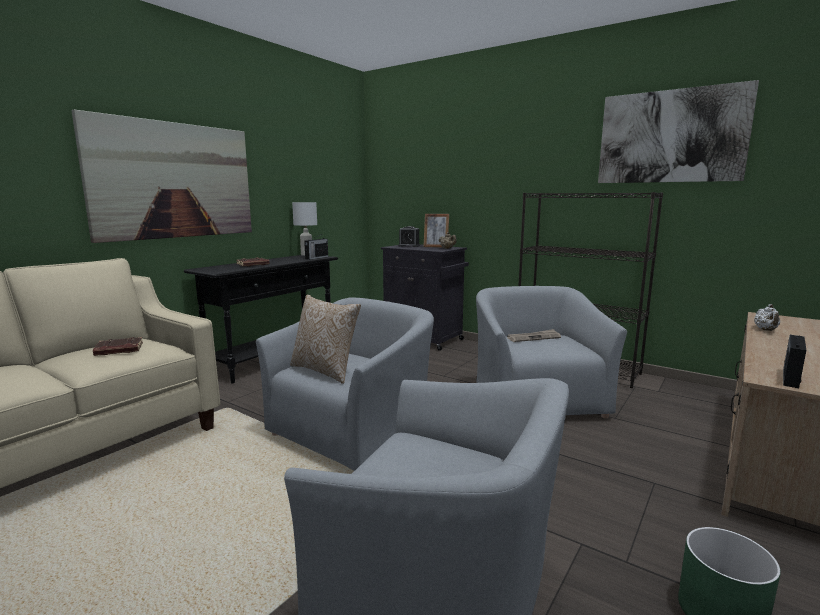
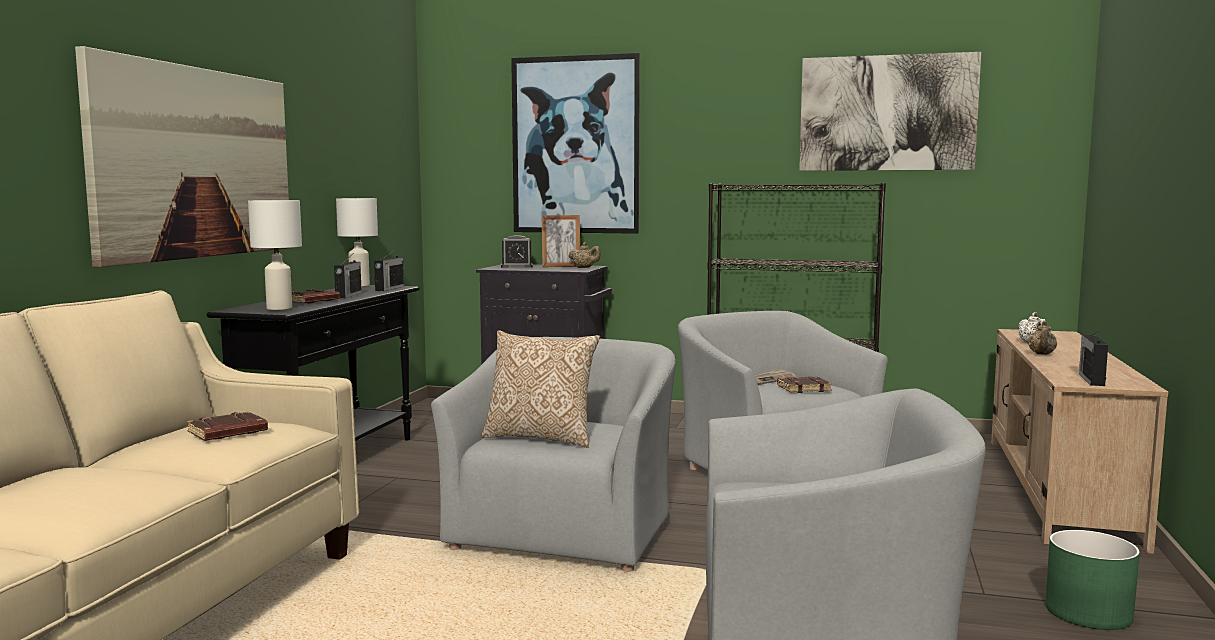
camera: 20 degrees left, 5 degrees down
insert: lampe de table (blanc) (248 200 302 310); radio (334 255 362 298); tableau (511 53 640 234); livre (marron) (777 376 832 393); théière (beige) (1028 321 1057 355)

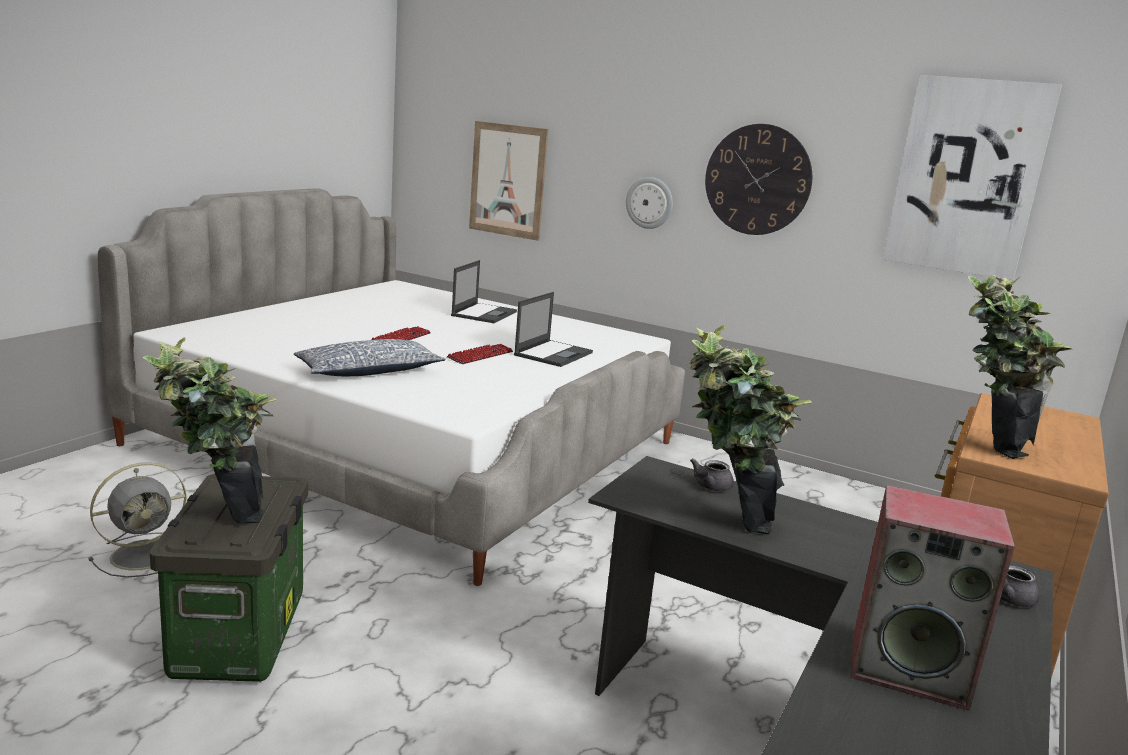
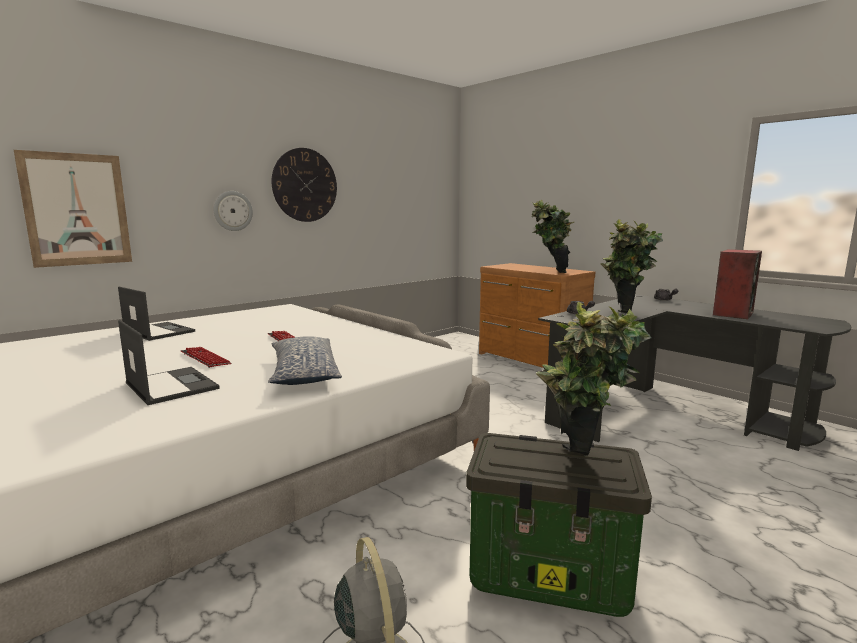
camera: 70 degrees left, 5 degrees down
delete: tableau (882 75 1062 280)
move: ordinateur portable (514 292 593 367) to (118 320 219 405)

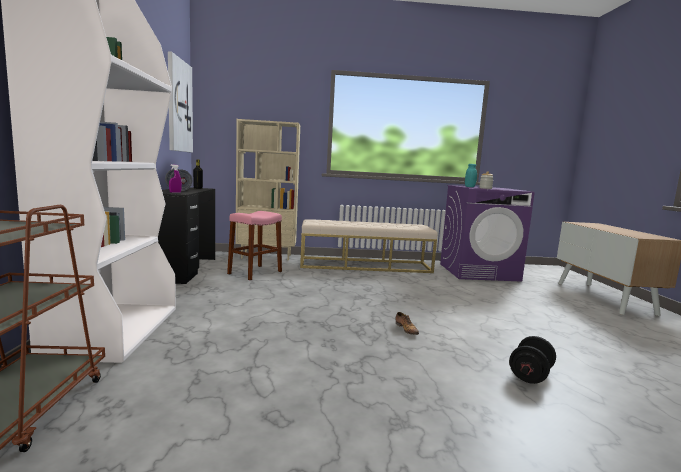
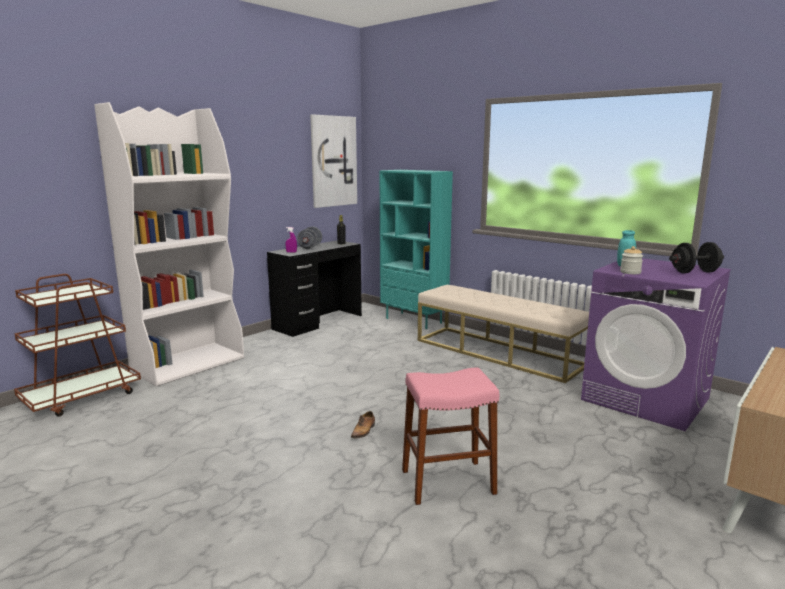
camera: 45 degrees right, 5 degrees up
move: tabouret (rose) (227 211 282 280) to (402 367 499 505); haltère (noir) (509 336 556 384) to (669 242 724 273)
recolor: bibliothèque (beige) (235 119 300 260) to bibliothèque (turquoise) (379 170 453 329)

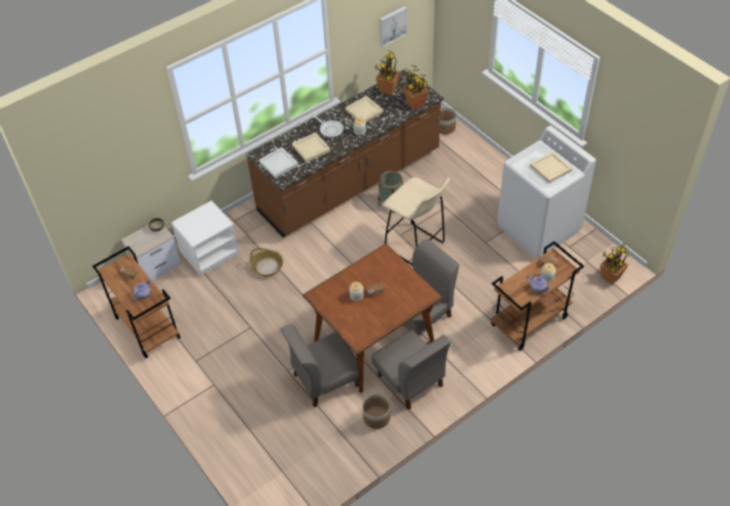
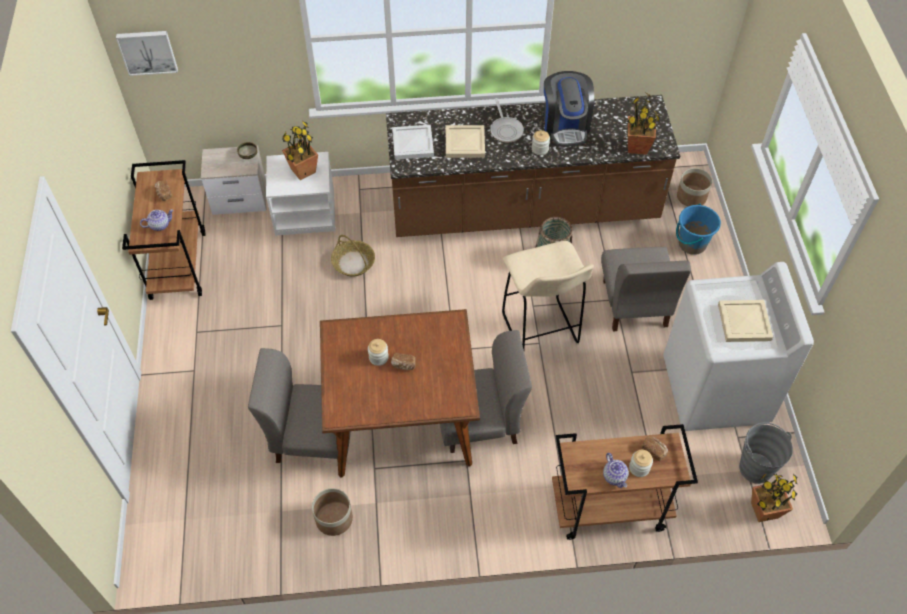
camera: 30 degrees right, 5 degrees up
insert: seau (bleu) (676 204 721 255); seau (gris) (739 422 793 484)
move: chaise (gris) (371 329 450 410) to (601 247 691 331); plante en pot (375 50 400 95) to (282 120 318 180); tableau (379 6 407 47) to (116 31 178 76)
replace: plateau (beige) (345 96 383 122) to machine à café (544 71 594 147)

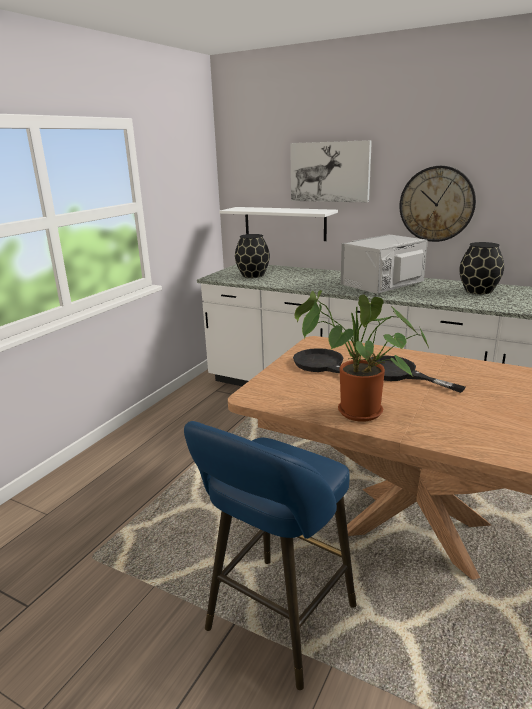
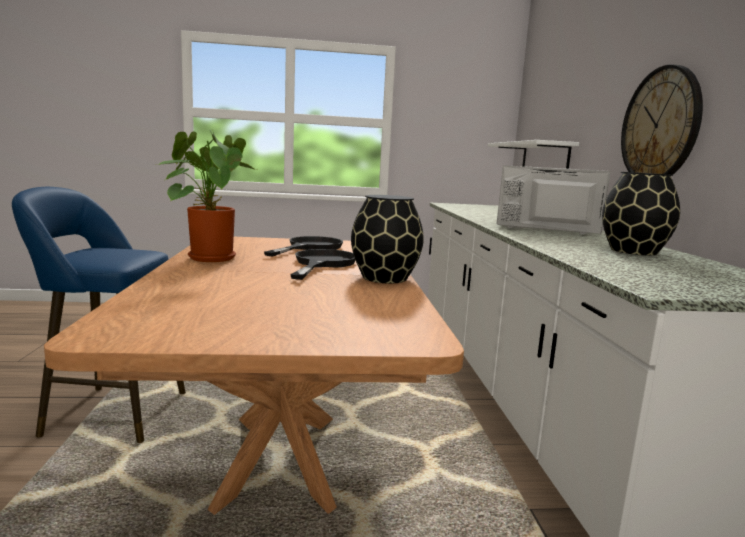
camera: 55 degrees right, 10 degrees down
delete: tableau (290 140 372 202)
move: vase (noir) (235 234 270 278) to (351 195 424 284)

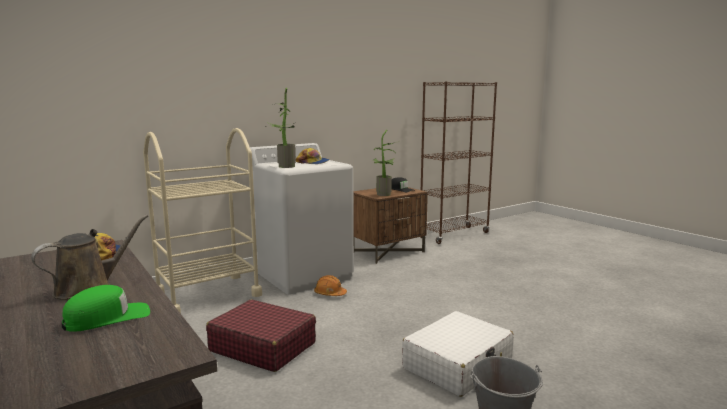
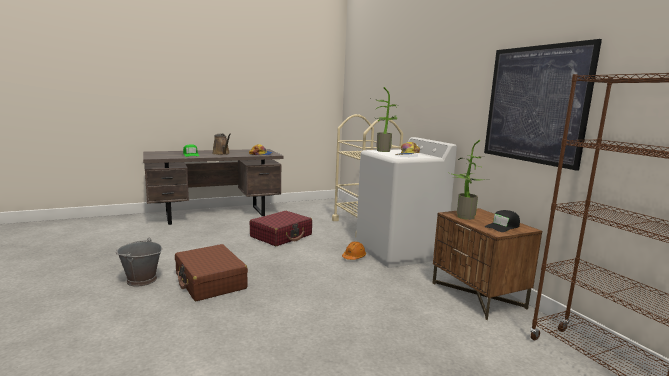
camera: 100 degrees right, 0 degrees up
insert: tableau (484 39 602 171)
recolor: valise (blanc) (402 311 514 397) to valise (marron) (175 244 248 301)

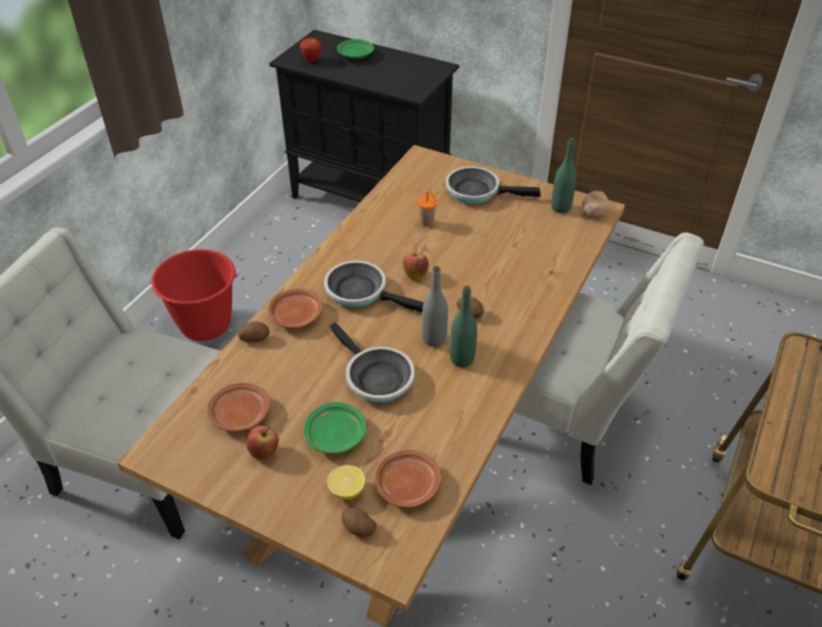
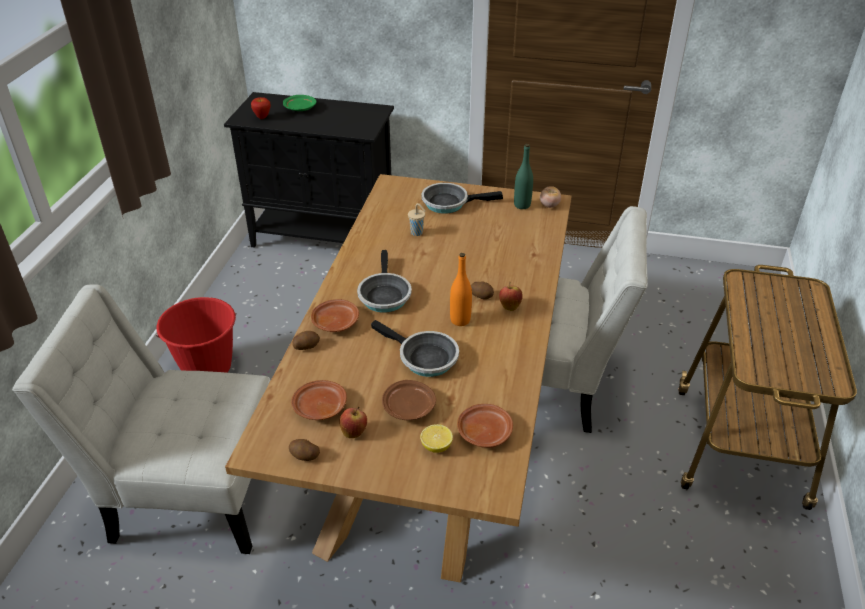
camera: 15 degrees left, 5 degrees down
delete: bouteille (vert) (450 286 477 367)
move: pomme de terre (342 508 376 537) to (289 439 320 461); pomme (403 248 429 280) to (499 282 523 311)
recolor: assiette (vert) (304 402 366 454) to assiette (marron) (382 380 436 420); tasse (orange) (417 190 437 227) to tasse (beige) (408 203 426 236); bouteille (gris) (422 266 448 347) to bouteille (orange) (450 253 472 326)
rotate: poêle (324 260 424 312) = (357 250 412 313) 105 degrees counterclockwise

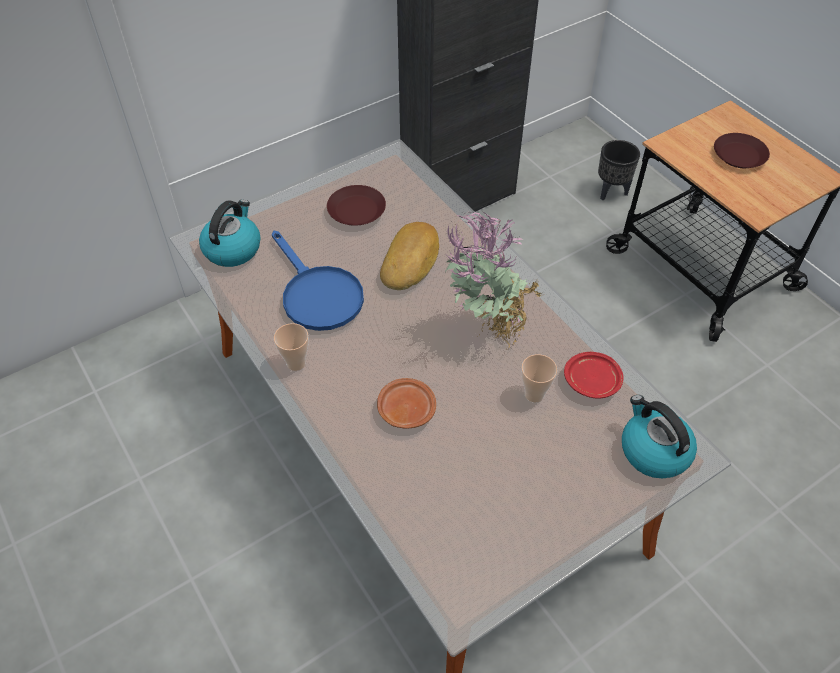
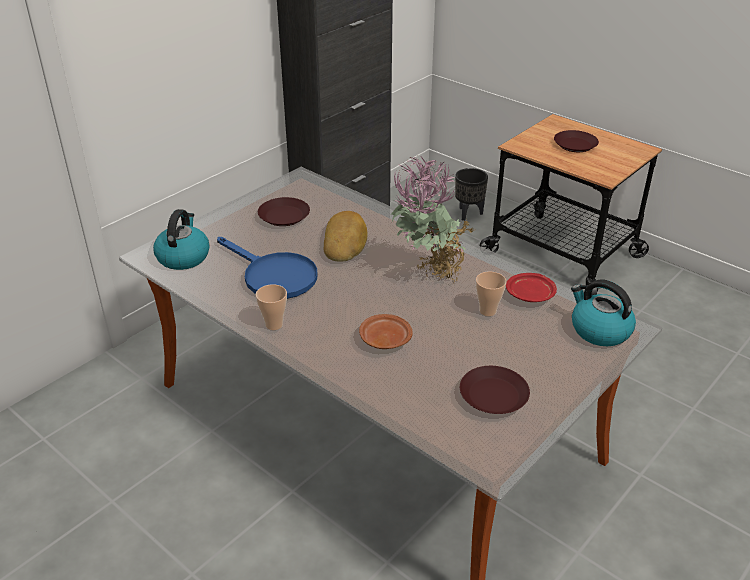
camera: 15 degrees left, 15 degrees down
insert: assiette (marron) (460 366 530 414)

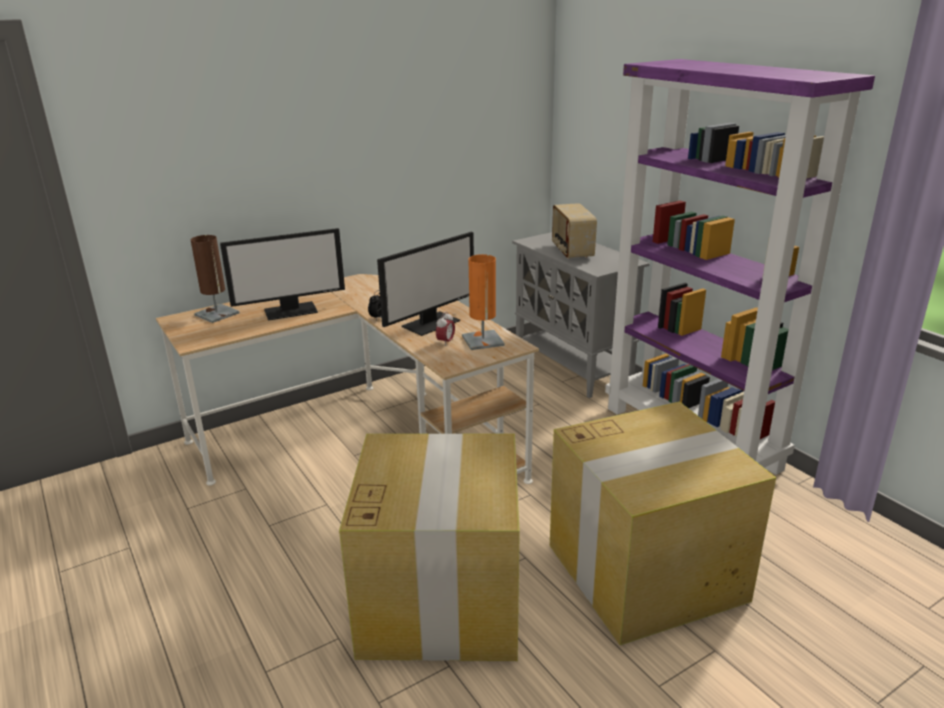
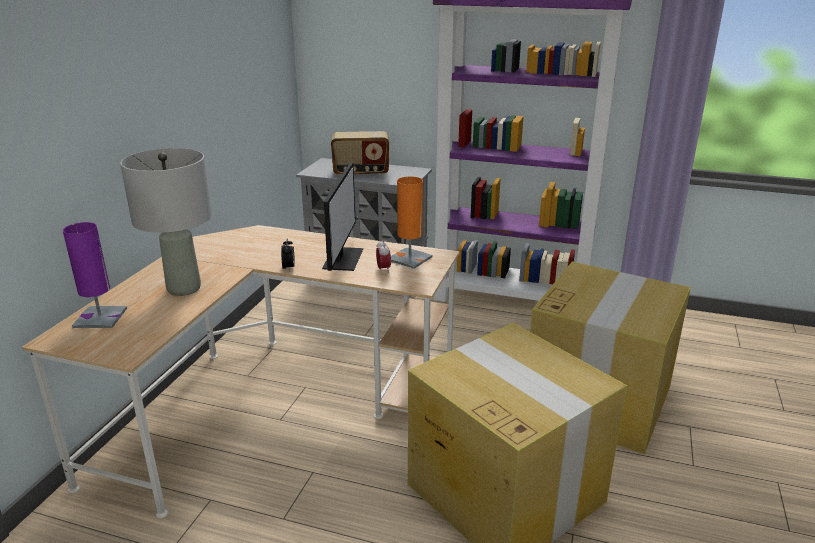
camera: 40 degrees left, 0 degrees up
replace: écran d'ordinateur (220 228 345 321) to lampe de table (gris) (120 148 212 296)
recolor: lampe de table (marron) (191 235 240 323) to lampe de table (violet) (63 222 127 328)
rotate: radio (552 203 597 259) = (331 131 389 175) 45 degrees counterclockwise

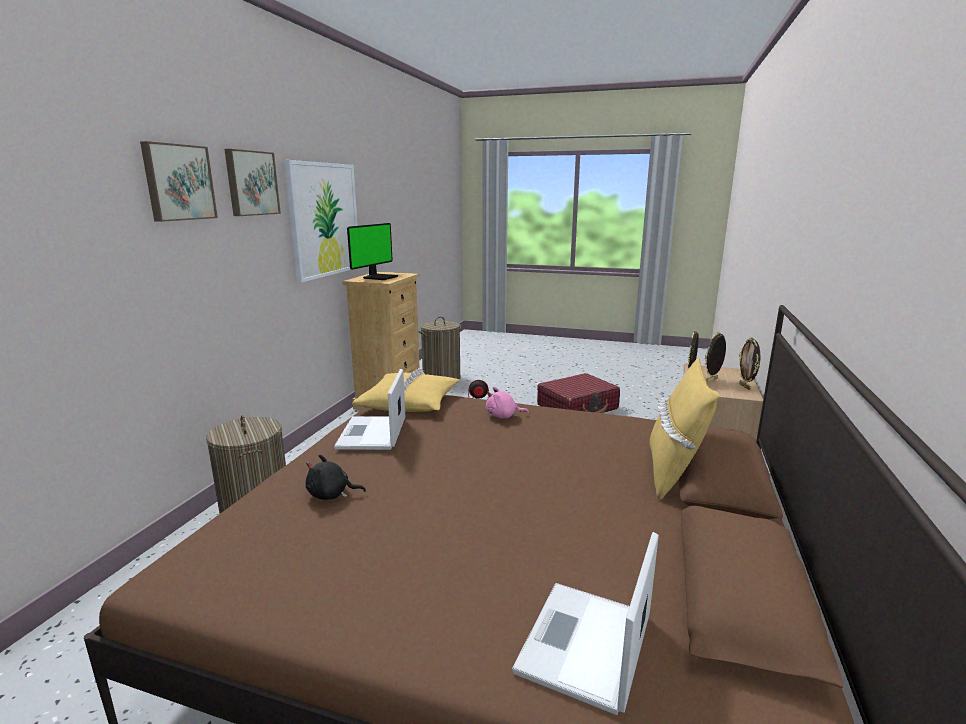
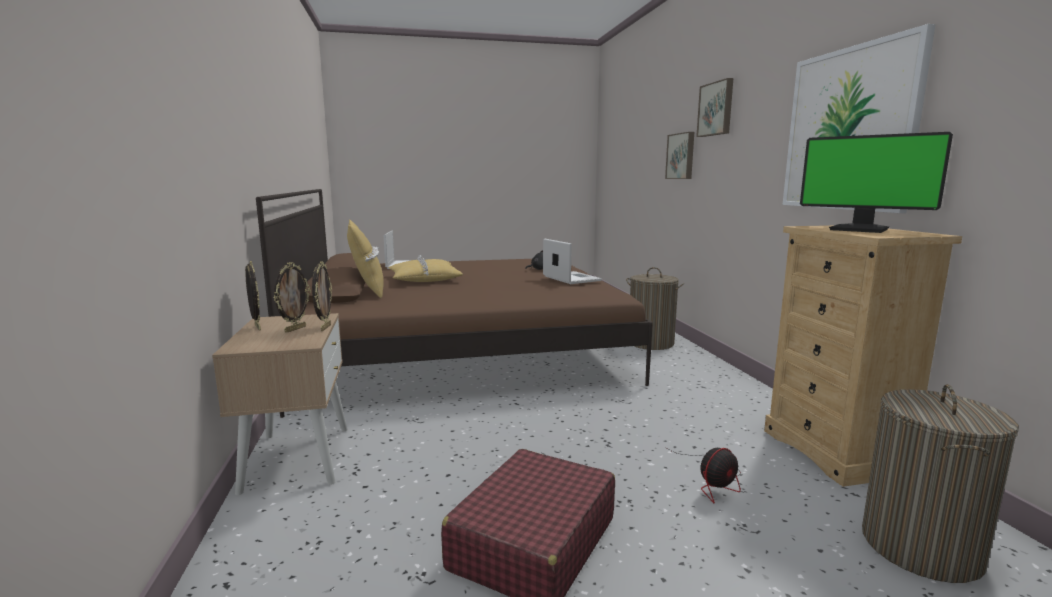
camera: 150 degrees right, 5 degrees down
delete: peluche (rose) (486 387 529 418)
move: tableau (224 149 281 216) to (665 132 694 179); coussin (jaune) (352 368 460 412) to (388 255 463 282)
rotate: écran d'ordinateur (347 223 398 280) = (800 132 953 233) 45 degrees counterclockwise

